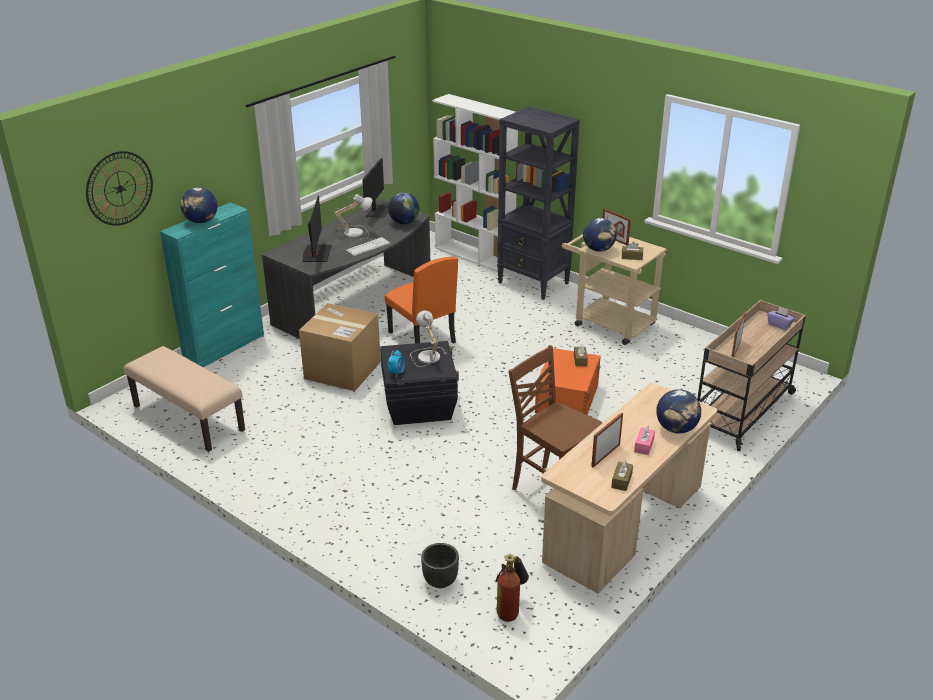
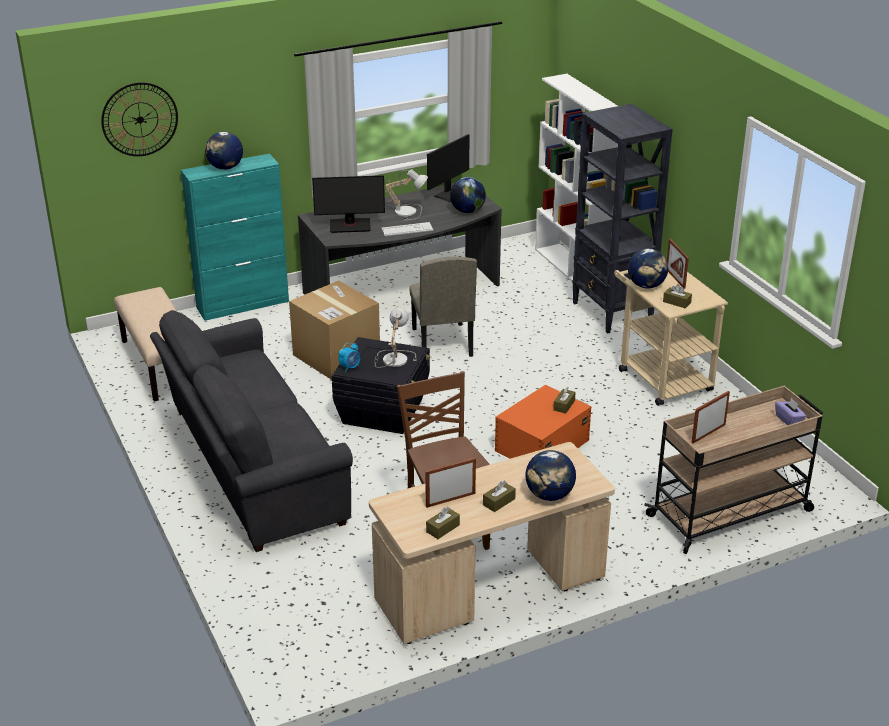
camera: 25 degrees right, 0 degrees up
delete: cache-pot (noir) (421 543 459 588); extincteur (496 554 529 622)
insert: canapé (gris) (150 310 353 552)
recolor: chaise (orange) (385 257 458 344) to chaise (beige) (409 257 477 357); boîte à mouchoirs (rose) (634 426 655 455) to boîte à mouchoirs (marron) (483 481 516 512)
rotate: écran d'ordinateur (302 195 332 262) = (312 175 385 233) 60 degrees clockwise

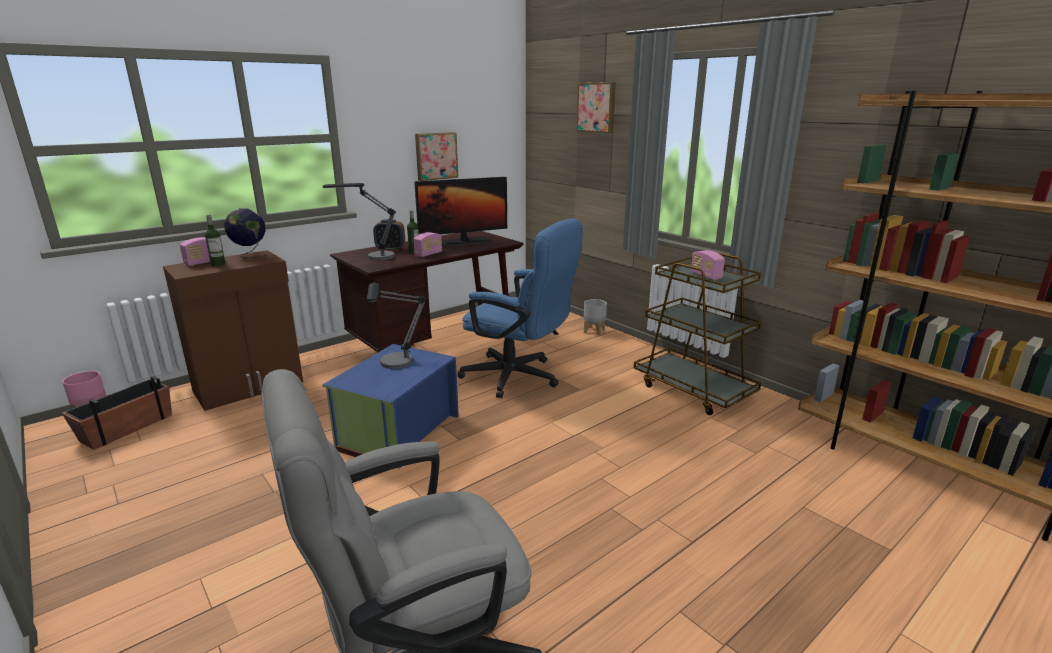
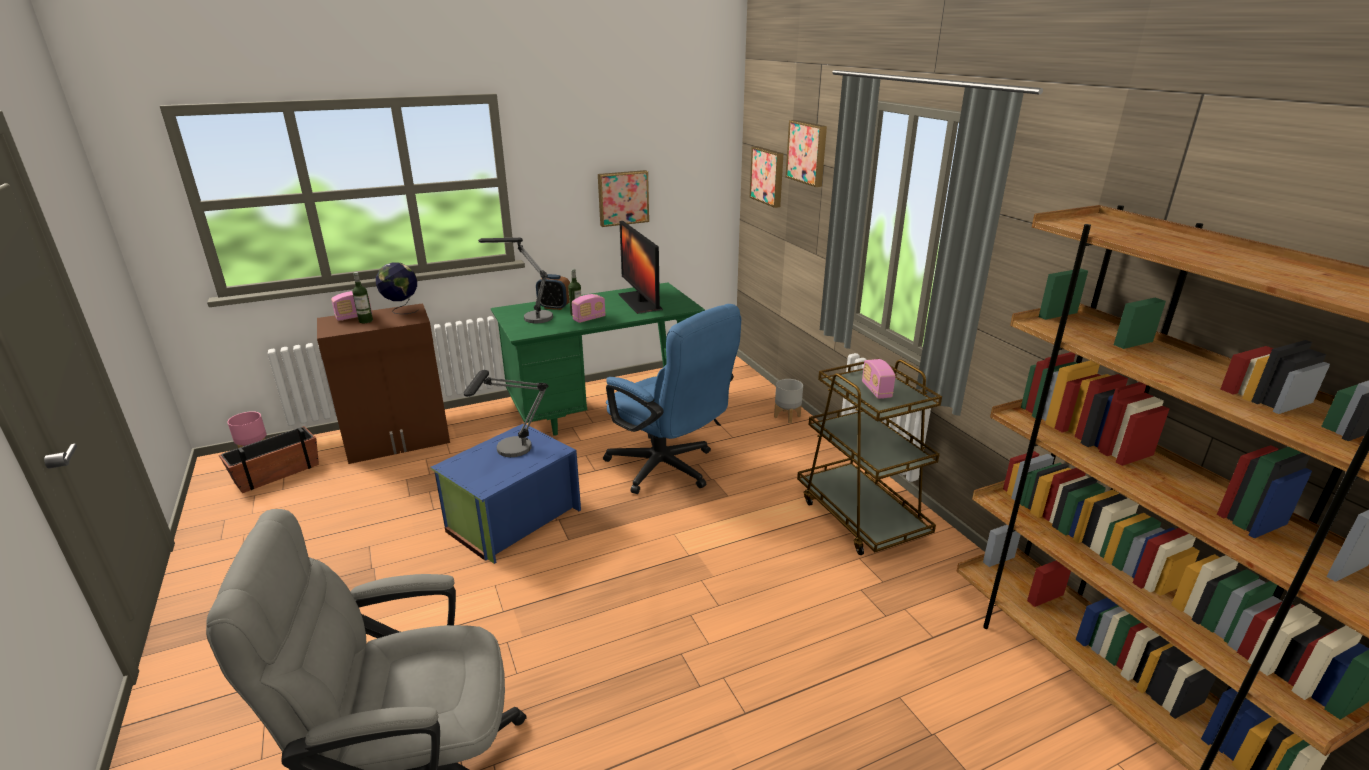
camera: 15 degrees right, 5 degrees up
insert: tableau (750 146 783 208)
recolor: bureau (marron) (330 231 524 352) to bureau (vert) (491 283 705 436)
rotate: écran d'ordinateur (414 177 507 247) = (619 221 663 314) 75 degrees clockwise

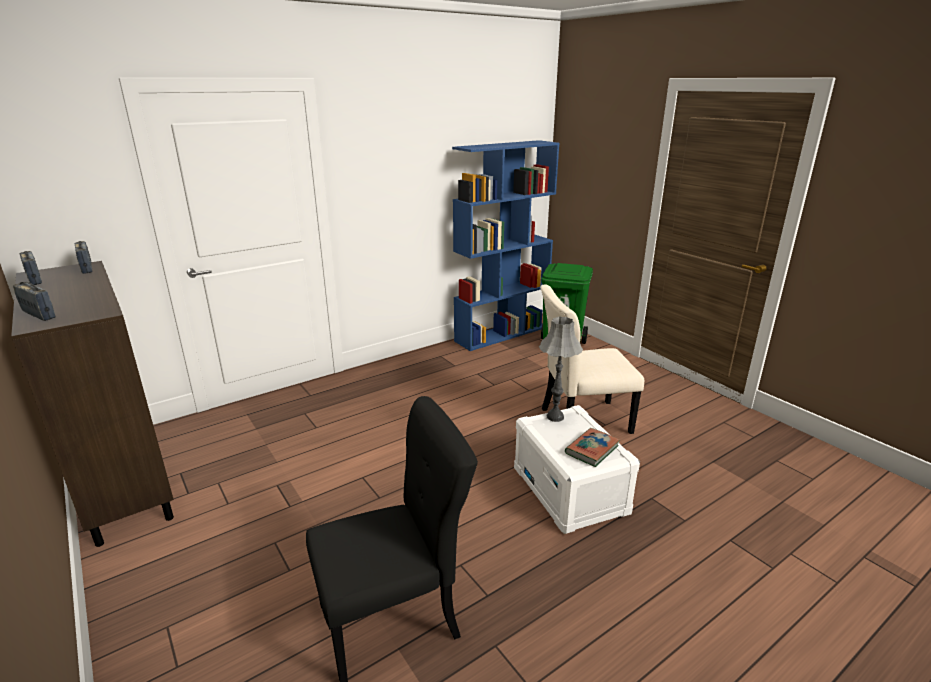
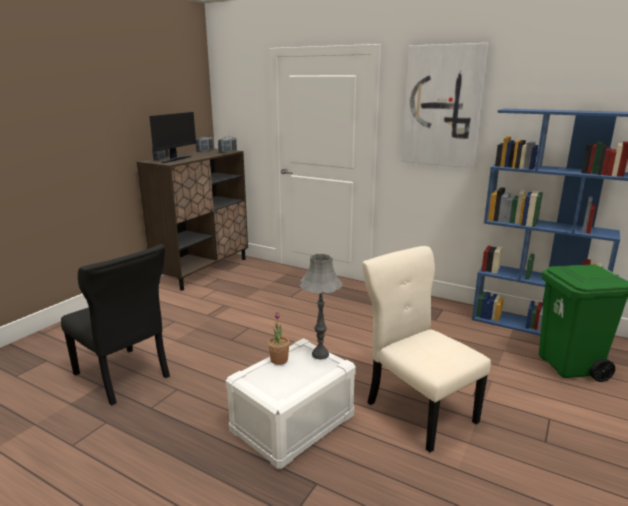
camera: 65 degrees right, 5 degrees down
delete: livre (565 428 620 467)
insert: écran d'ordinateur (149 112 196 163); plante en pot (268 312 290 365); tableau (402 43 489 168)

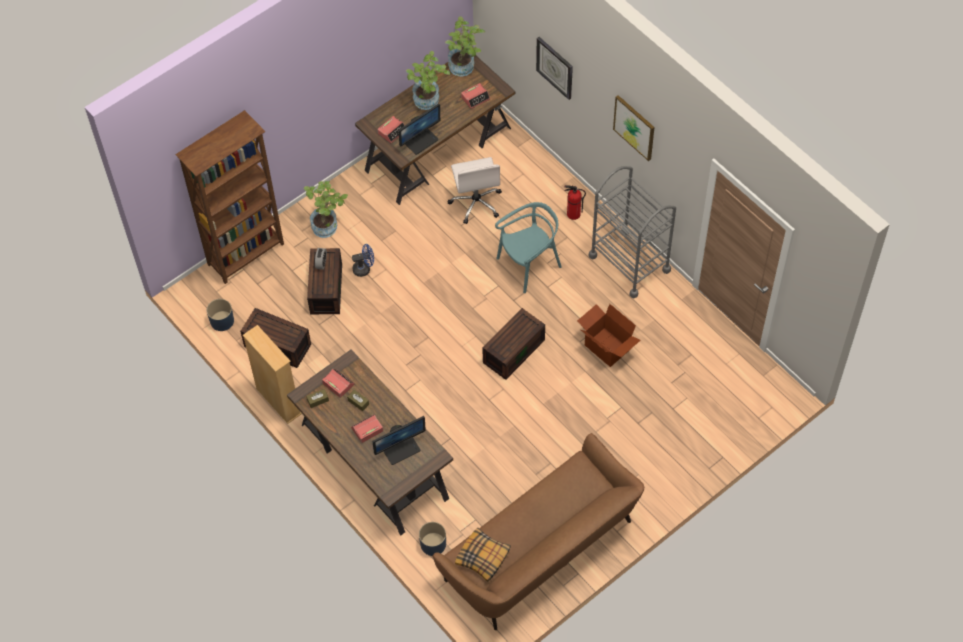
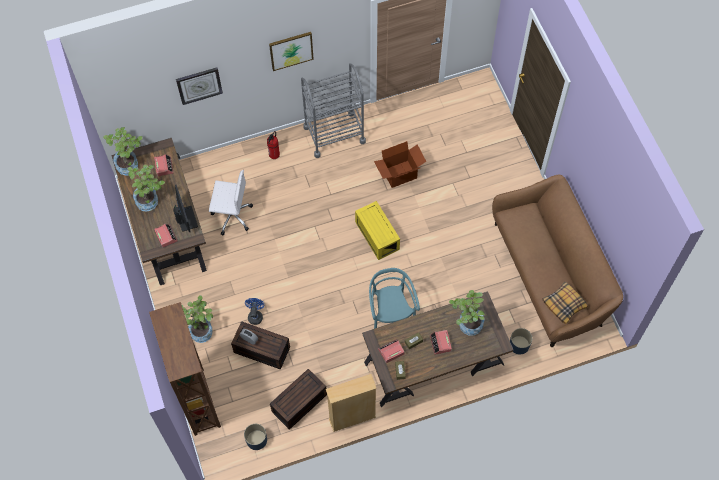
camera: 70 degrees left, 5 degrees up
move: chaise (turquoise) (495 202 562 293) to (369 268 420 329)
replace: écran d'ordinateur (372 416 426 465) to plante en pot (449 290 485 336)
recolor: boîte de rangement (marron) (482 308 545 380) to boîte de rangement (jaune) (355 201 400 260)

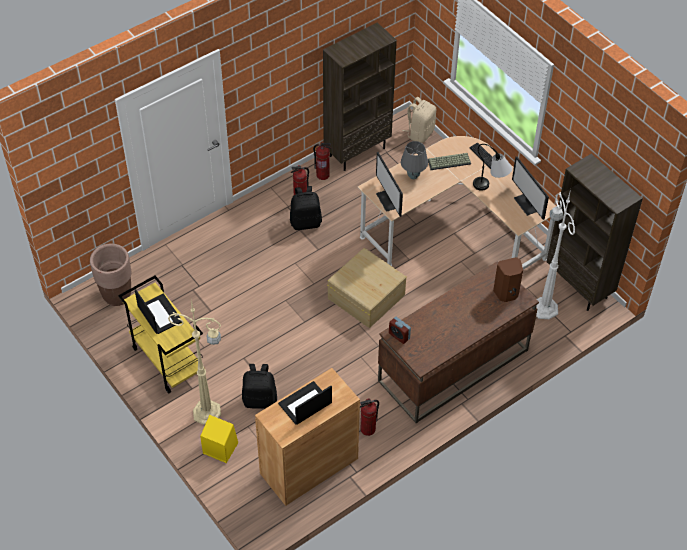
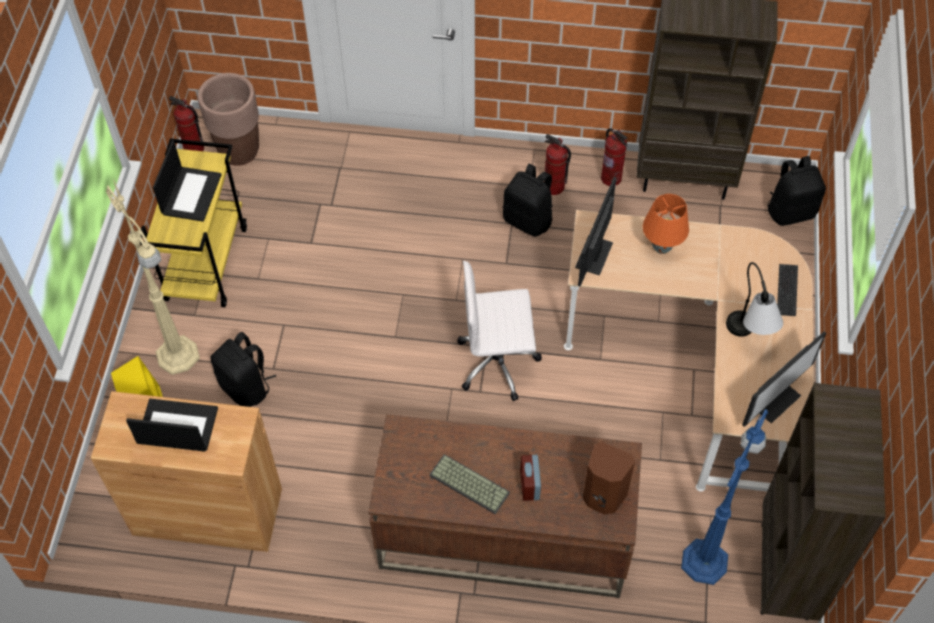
camera: 45 degrees right, 5 degrees up
move: extincteur (360 398 379 436) to (169 96 204 151); réveil (389 317 411 344) to (520 455 541 501); clavier (428 153 471 170) to (429 454 510 514)
replace: boîte de rangement (beige) (328 248 406 328) to chaise de bureau (blanc) (457 261 542 401)
recolor: lampe de table (gris) (401 141 428 179) to lampe de table (orange) (643 194 689 254); sac à dos (beige) (402 97 436 143) to sac à dos (noir) (767 156 826 226); lampadaire (blanc) (536 189 575 319) to lampadaire (bleu) (681 409 768 585)
rotate: écran d'ordinateur (512 156 549 220) = (742 331 826 427) 150 degrees counterclockwise

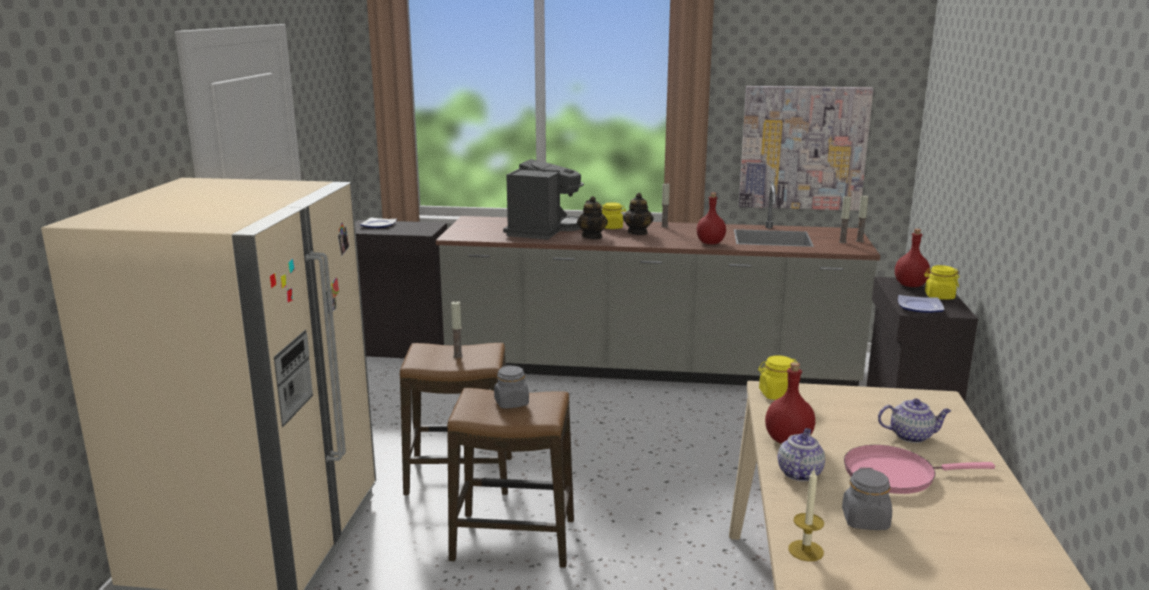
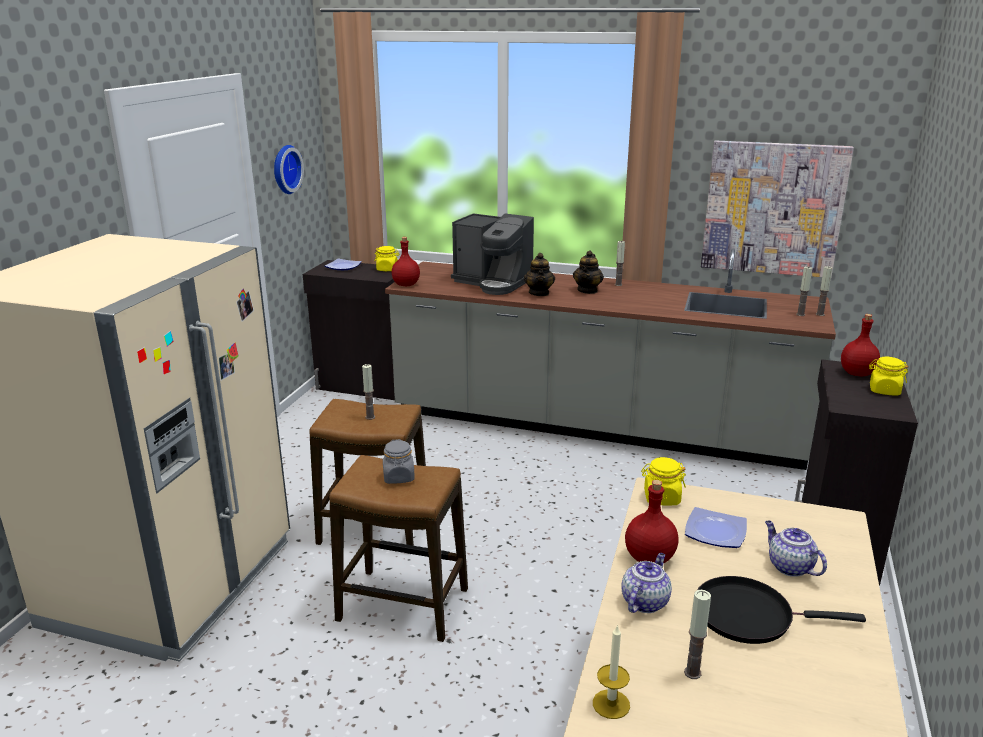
camera: 10 degrees right, 5 degrees up
insert: horloge murale (274 145 304 194)
move: bocal (jaune) (601 203 626 229) to (375 246 399 271); bouteille (rouge) (697 193 726 244) to (392 237 420 286); assiette (898 295 944 313) to (685 507 747 548)
replace: bocal (gris) (842 467 892 530) to bougie (684 590 711 679)
recolor: poêle (rose) (844 445 995 494) to poêle (noir) (697 576 866 644)
rotate: machine à café (503 159 584 240) = (451 213 534 295) 90 degrees clockwise; théière (878 398 951 443) = (765 521 827 577) 135 degrees counterclockwise

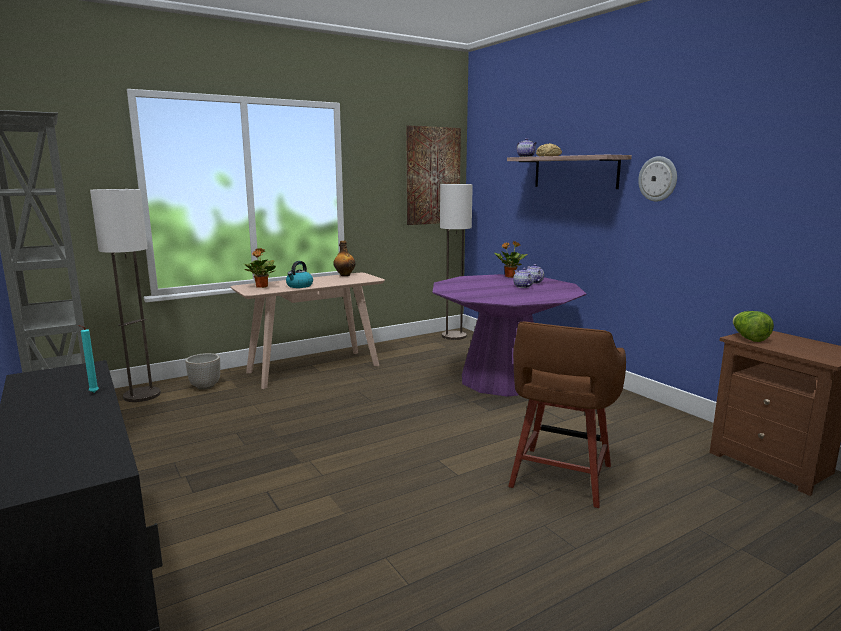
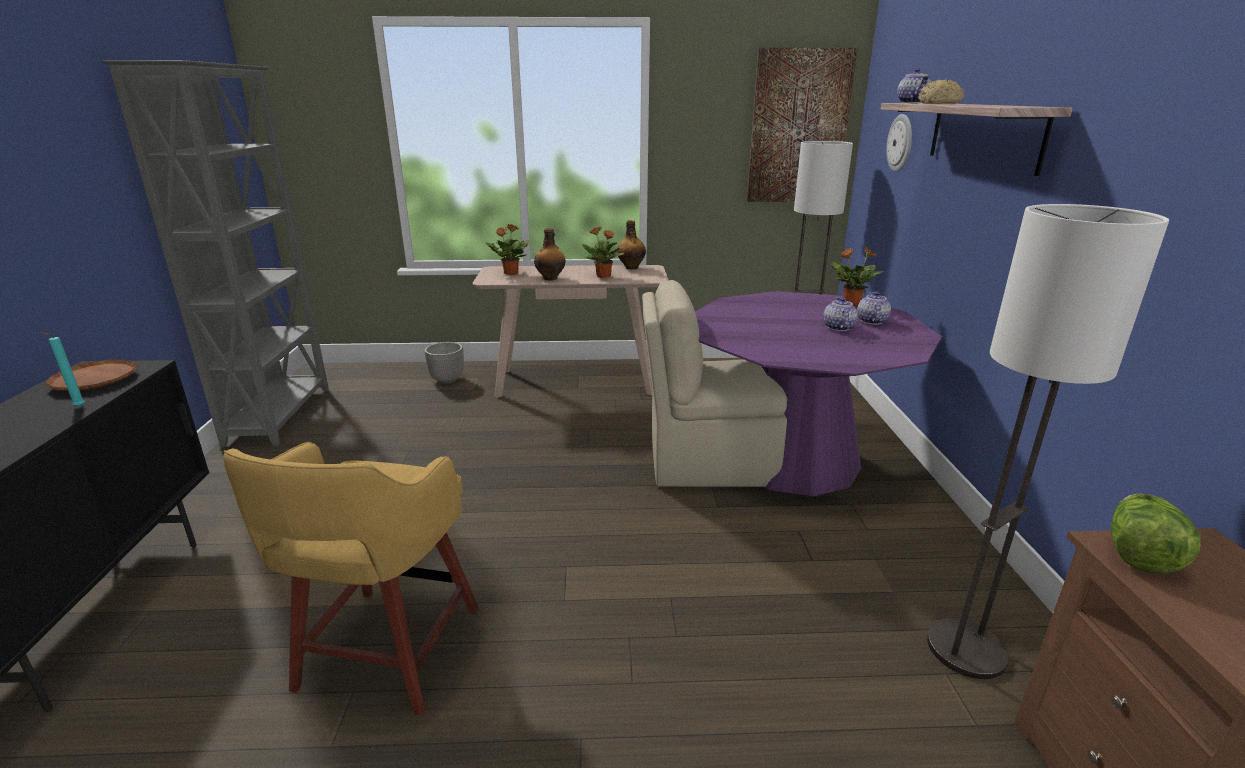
camera: 30 degrees right, 10 degrees up
delete: tabouret (marron) (508 321 626 508)
insert: assiette (marron) (45 360 138 391); tabouret (jaune) (223 442 479 715); plante en pot (582 227 625 278); chaise (beige) (642 280 787 487)
move: lampadaire (90 189 161 402) to (927 204 1169 679); horloge murale (638 156 677 202) to (886 114 912 172)
replace: bouilloire (286 261 313 288) to bouteille (534 228 566 280)

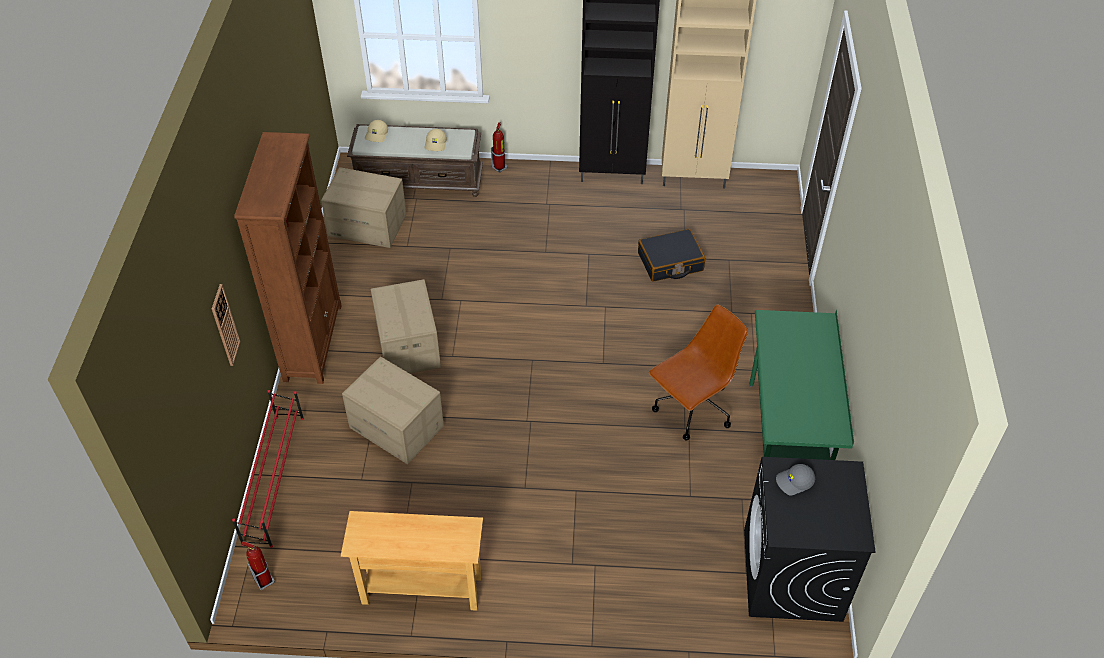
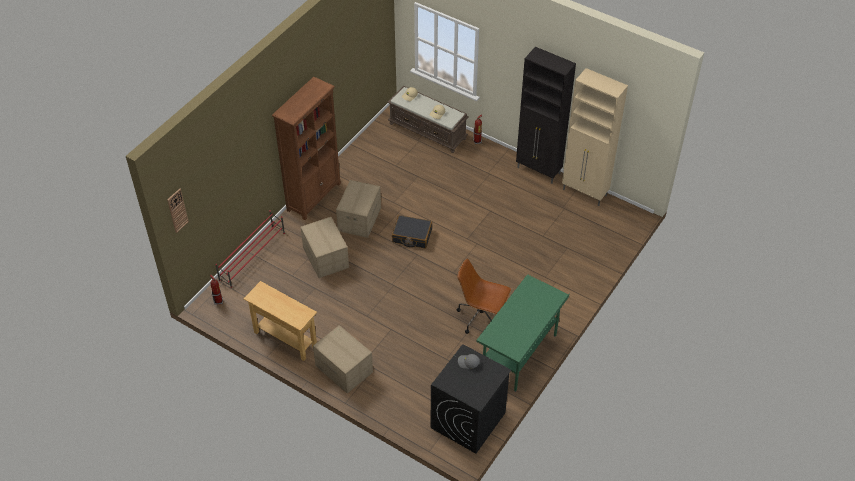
camera: 30 degrees right, 0 degrees up
move: horloge murale (212 284 241 366) to (167 188 189 233); carton (321 167 406 248) to (313 325 373 393); valise (noir) (638 229 705 282) to (392 215 432 248)
rotate: chaise de bureau (marron) (649 304 748 441) = (456 258 511 334) 150 degrees counterclockwise

